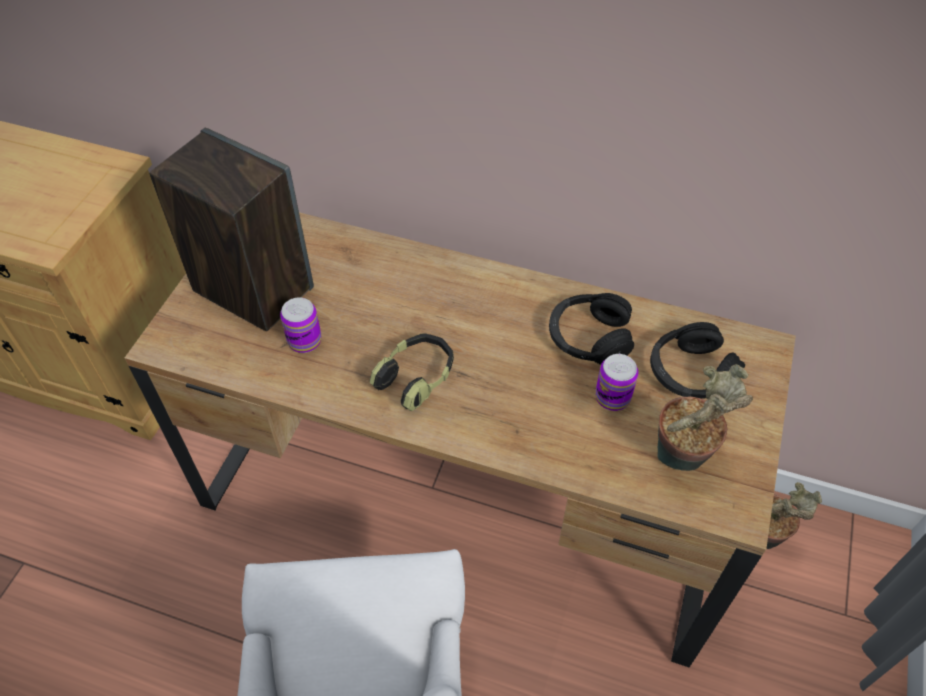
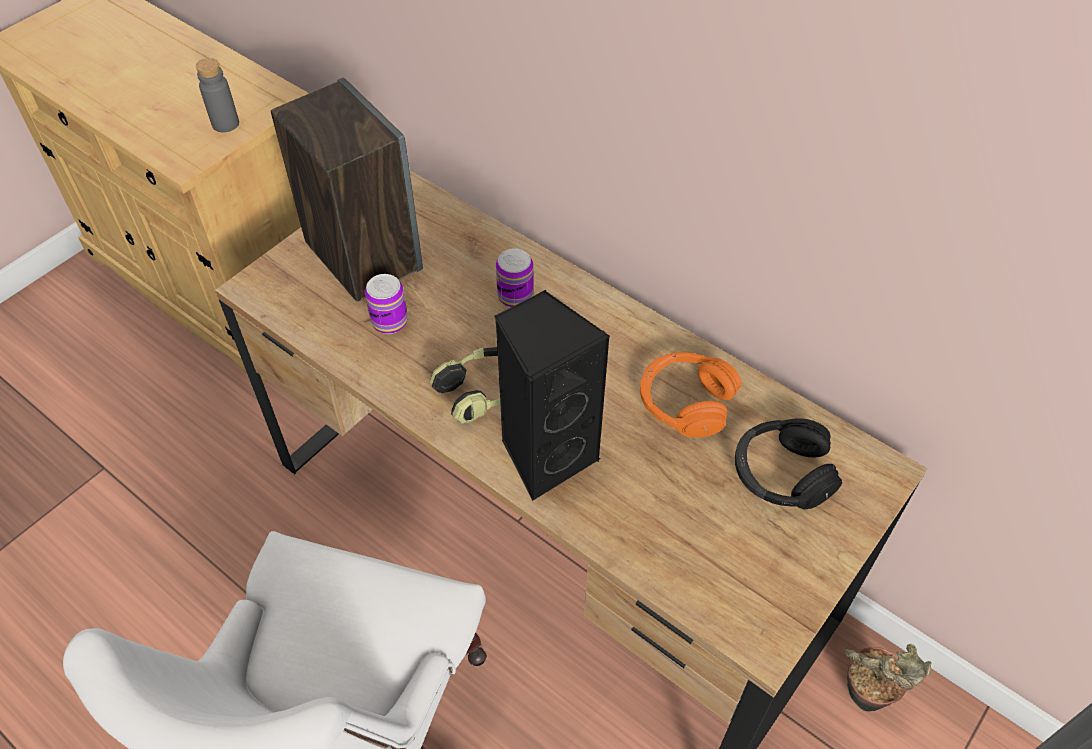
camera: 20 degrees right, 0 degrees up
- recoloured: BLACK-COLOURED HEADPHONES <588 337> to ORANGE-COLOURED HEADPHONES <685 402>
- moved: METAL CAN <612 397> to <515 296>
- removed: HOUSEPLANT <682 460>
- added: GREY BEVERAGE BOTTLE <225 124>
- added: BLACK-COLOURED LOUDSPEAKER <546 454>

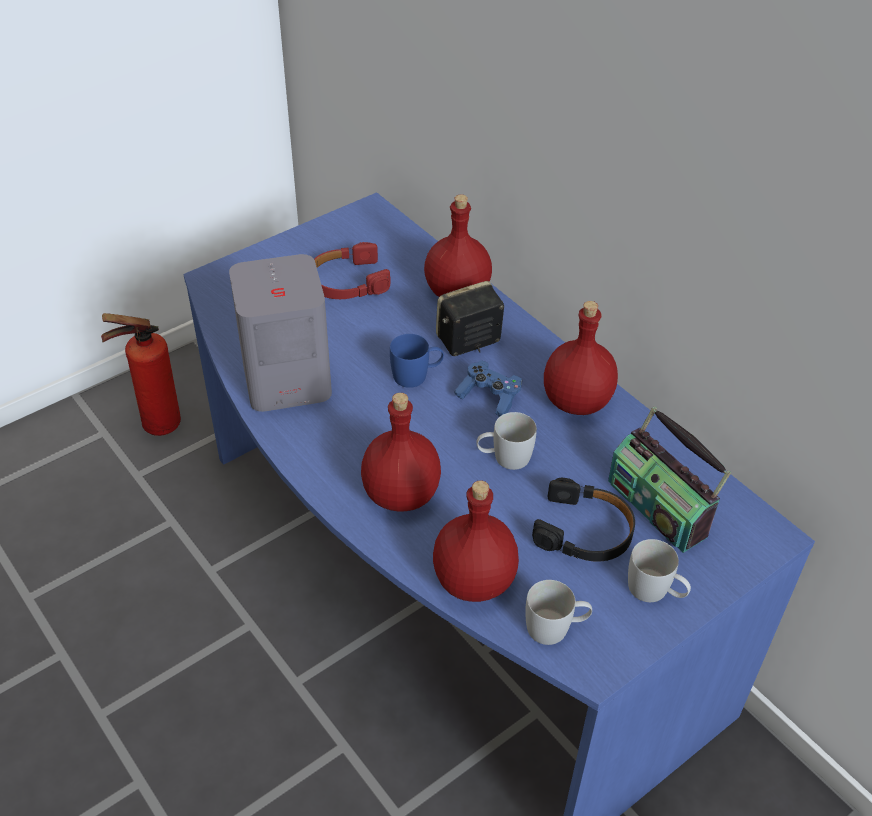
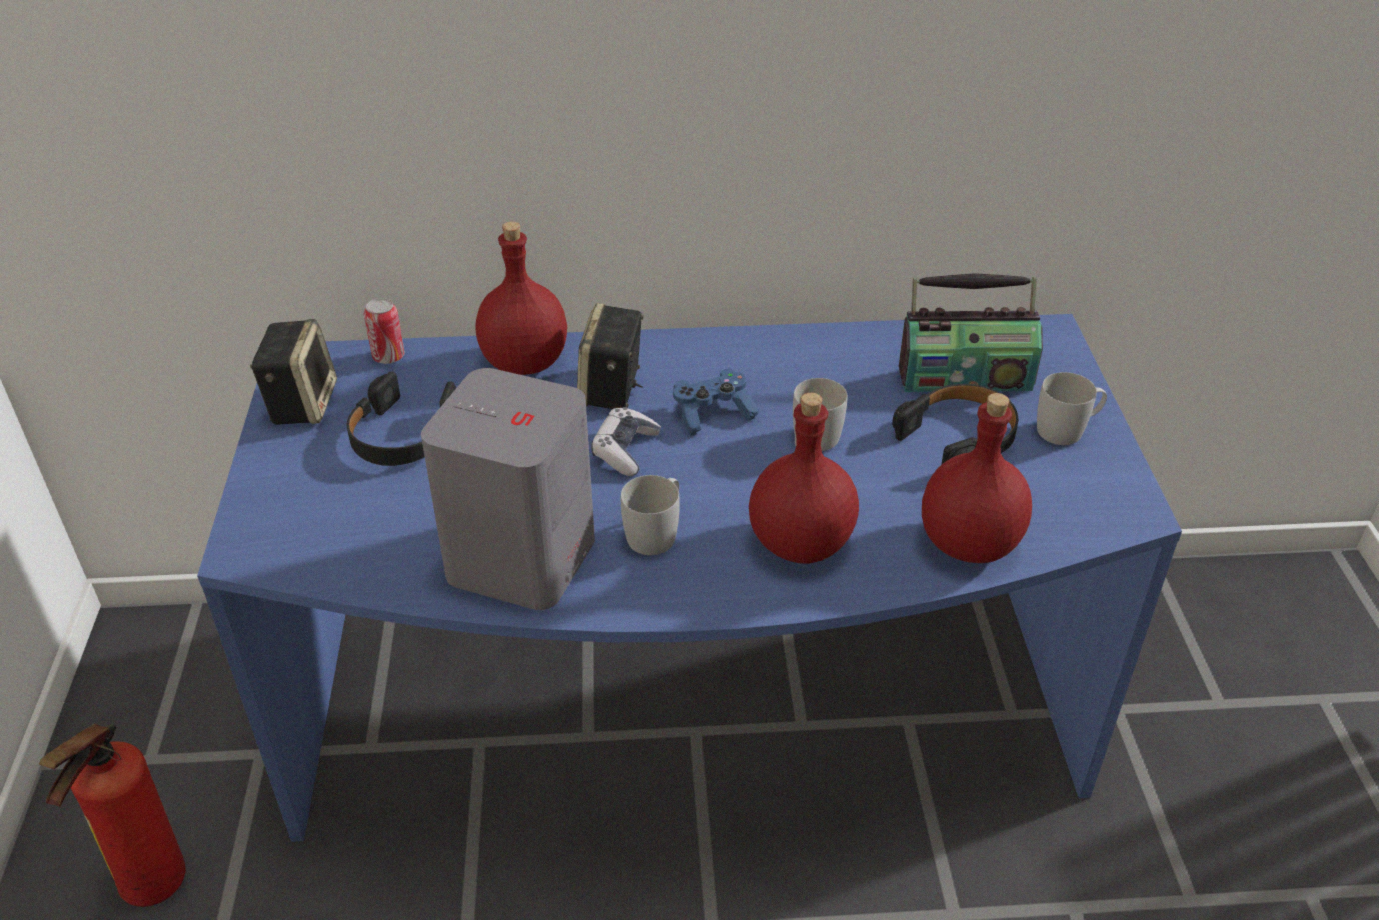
camera: 55 degrees left, 5 degrees down
- recoloured: REDDISH HEADPHONES <347 282> to BLACK-COLOURED HEADPHONES <403 435>
- removed: REDDISH BEVERAGE BOTTLE <575 401>
- replaced: BLUE-COLOURED TEA MUG <417 375> to JOYPAD <625 450>
- moved: WHITE-COLOURED TEA MUG <556 627> to <656 532>
- added: METAL CAN <388 357>
- added: LOUDSPEAKER <302 403>

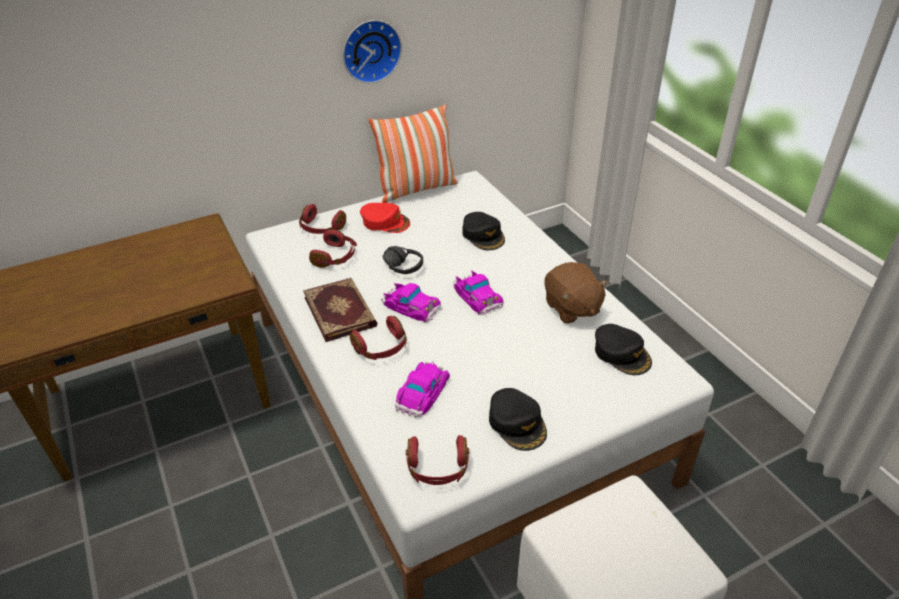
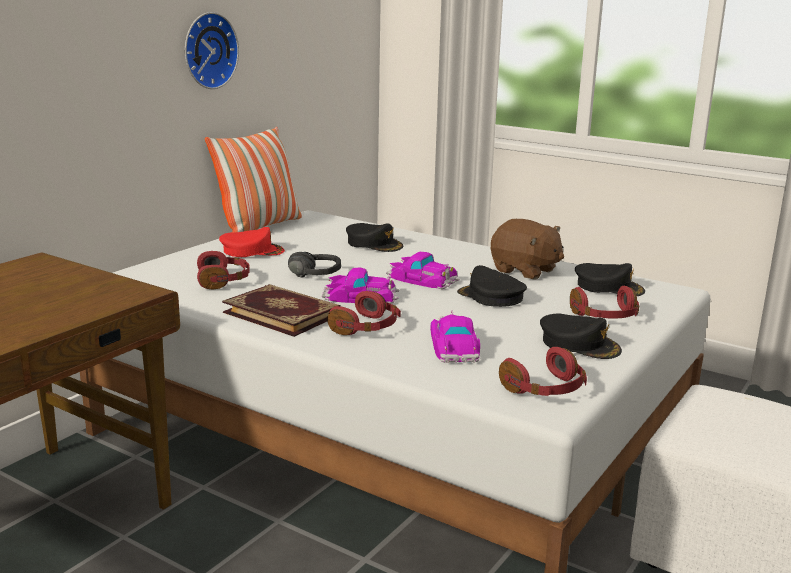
camera: 30 degrees left, 20 degrees down
- moved: REDDISH HEADPHONES <321 228> to <605 317>
- added: BLACK-COLOURED CAP <490 297>

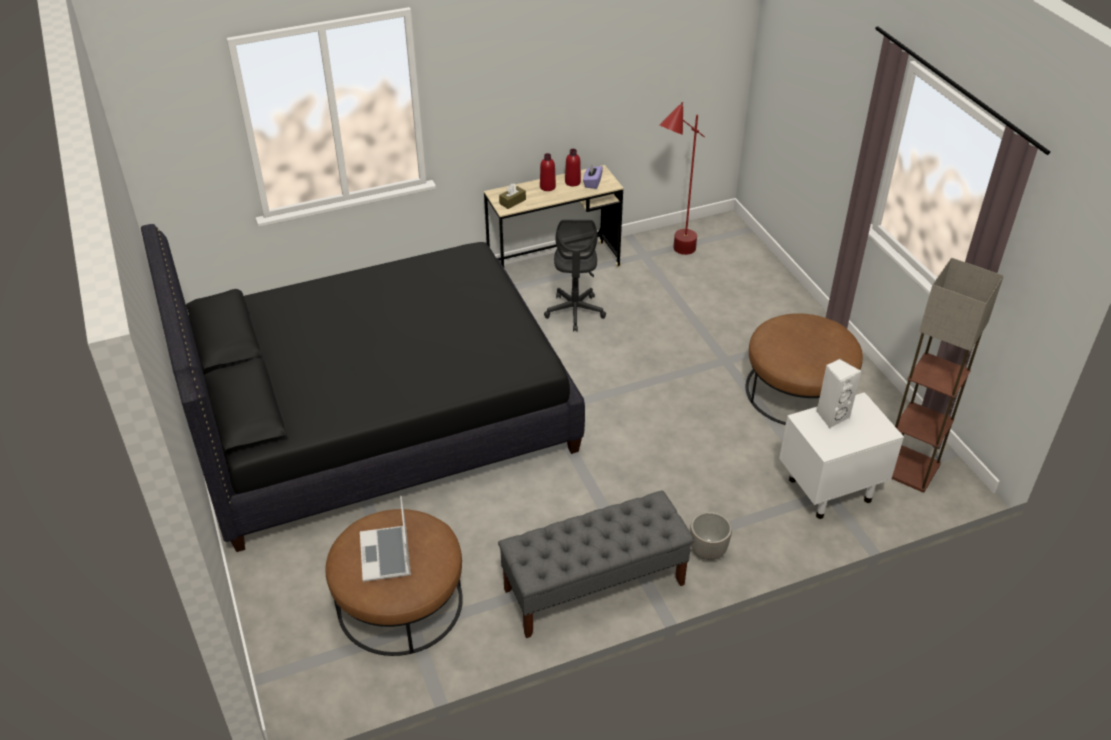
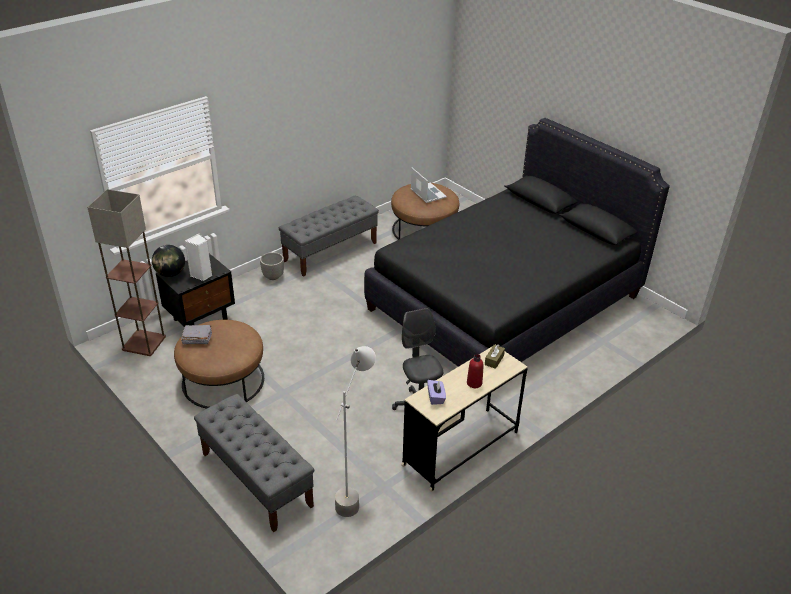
camera: 160 degrees right, 5 degrees down
- recoloured: REDDISH FLOOR LAMP <673 256> to GREY FLOOR LAMP <354 492>
- removed: REDDISH BEVERAGE BOTTLE <572 182>
- recoloured: WHITE-COLOURED BEDSIDE TABLE <828 490> to BLACK-COLOURED BEDSIDE TABLE <201 320>
- added: WORLD GLOBE <170 274>
- added: GREY BOUND BOOK <197 339>
- added: GREY BENCH <256 479>

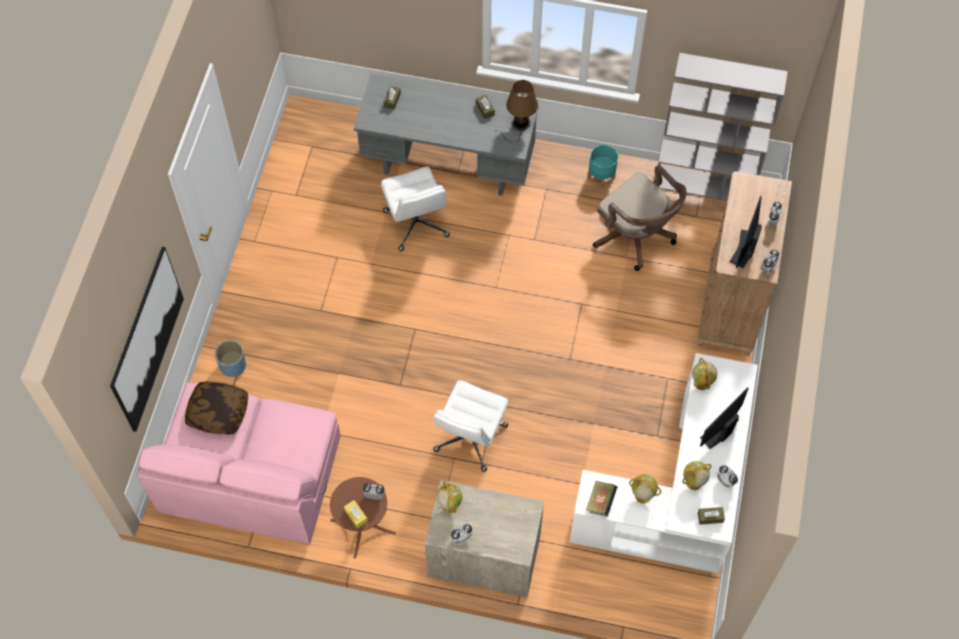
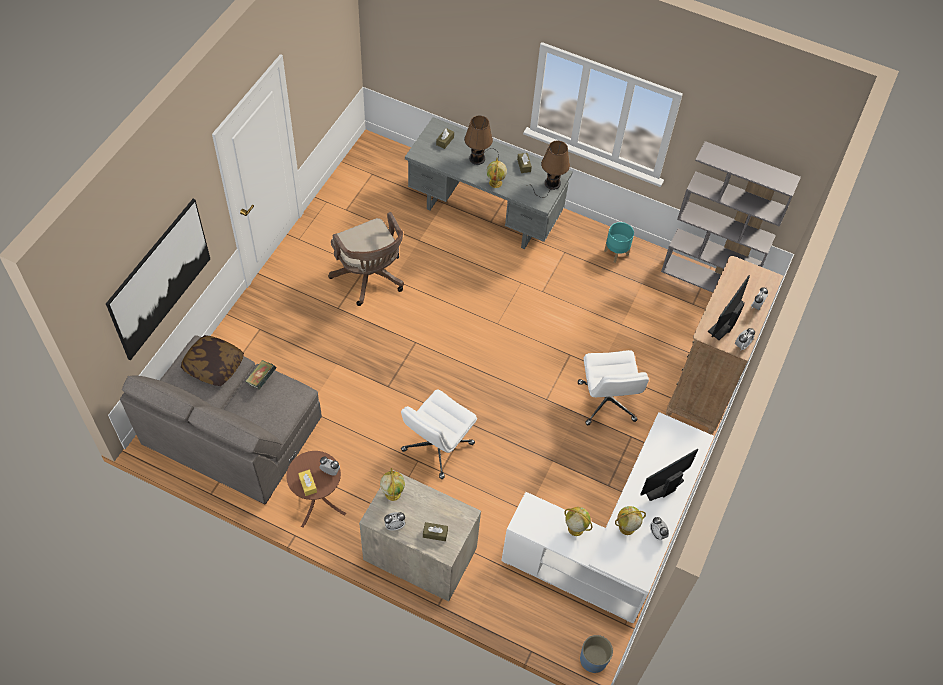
camera: 10 degrees right, 5 degrees down
- moved: BROWN DESK CHAIR <636 237> to <370 278>
- moved: WHITE-COLOURED DESK CHAIR <416 224> to <607 402>
- moved: BLUE-COLOURED FLOWER POT <233 366> to <593 660>
- moved: WORLD GLOBE <701 383> to <495 183>
- recoloured: PINK COUCH <252 476> to GREY COUCH <233 433>
- moved: BOUND BOOK <600 502> to <261 379>
- moved: BROWN BOX OF TISSUES <710 517> to <435 533>
- added: BROWN TABLE LAMP <479 158>

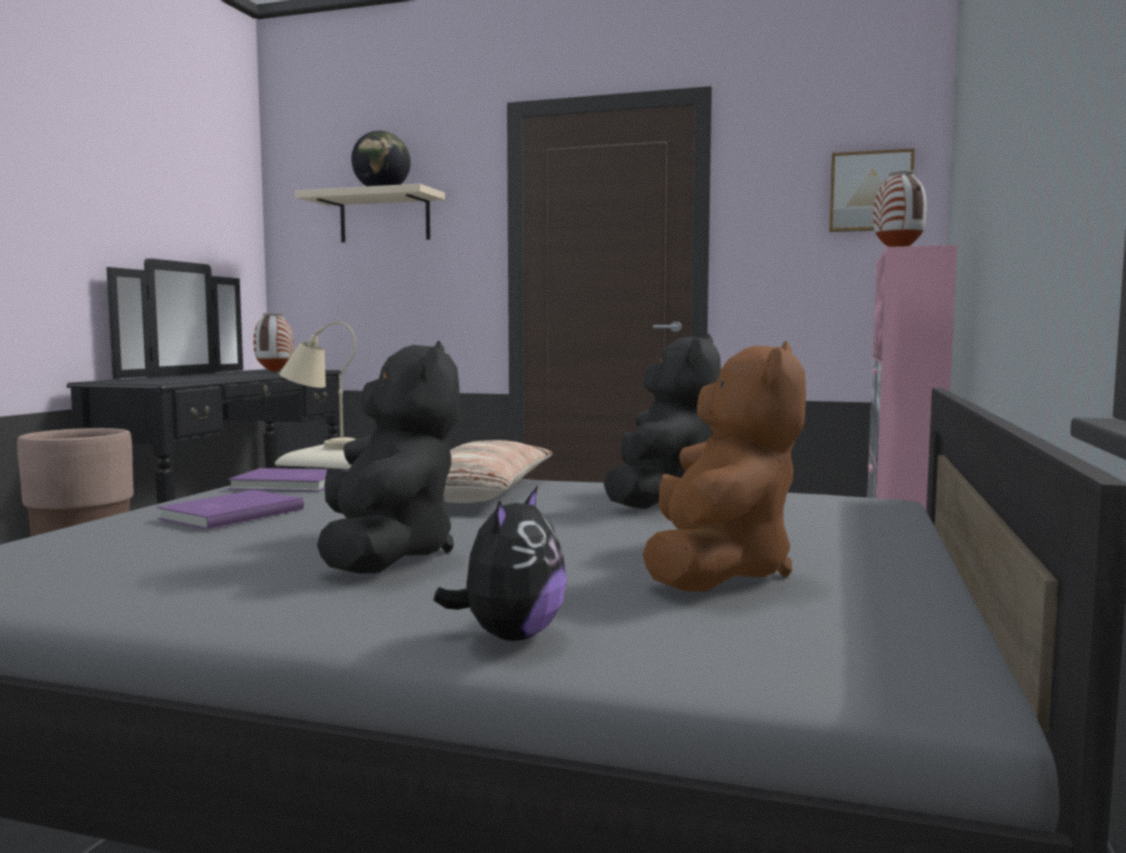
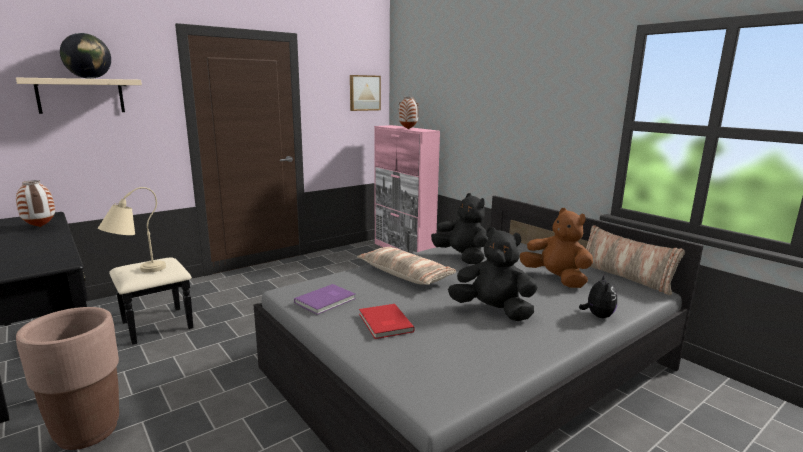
camera: 55 degrees left, 10 degrees up
- turned: CUDDLY TOY <509 636> = <597 316> 45 degrees clockwise
- recoloured: PURPLE-COLOURED BOUND BOOK <228 514> to REDDISH BOUND BOOK <384 323>
- added: PILLOW <624 276>

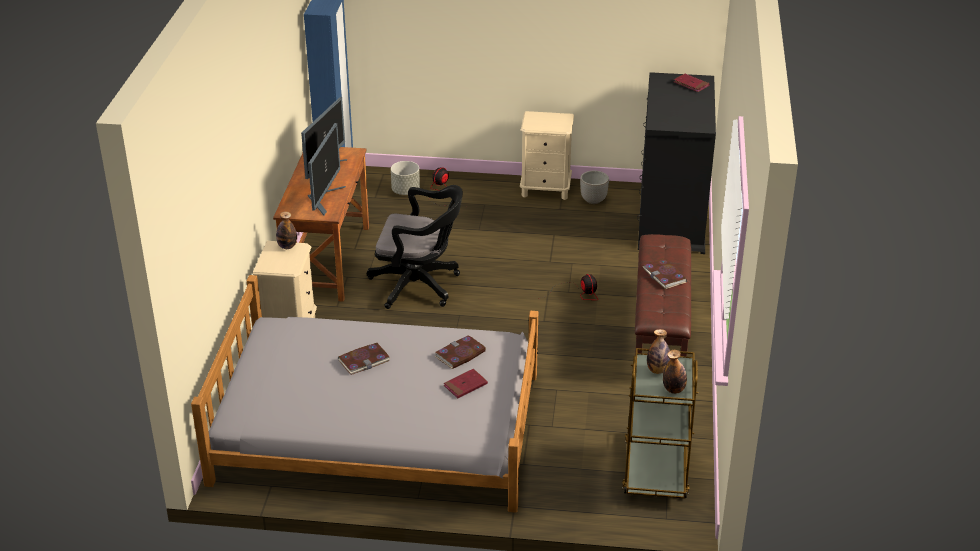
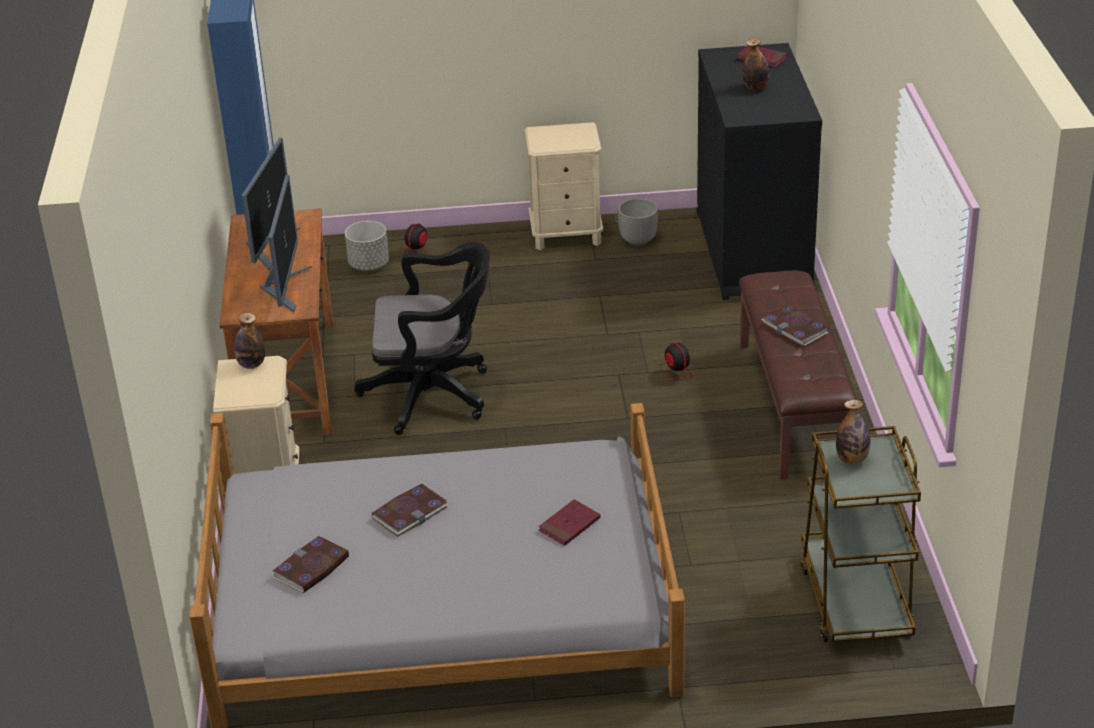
camera: 10 degrees left, 0 degrees up
- moved: BOUND BOOK <460 354> to <311 568>
- moved: BEVERAGE BOTTLE <674 389> to <755 88>

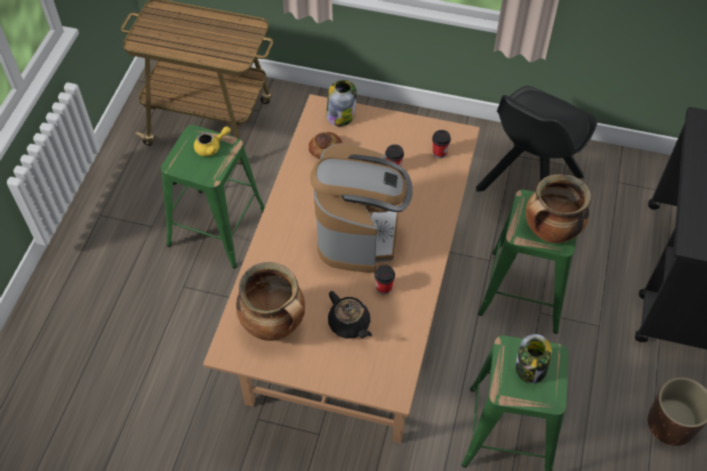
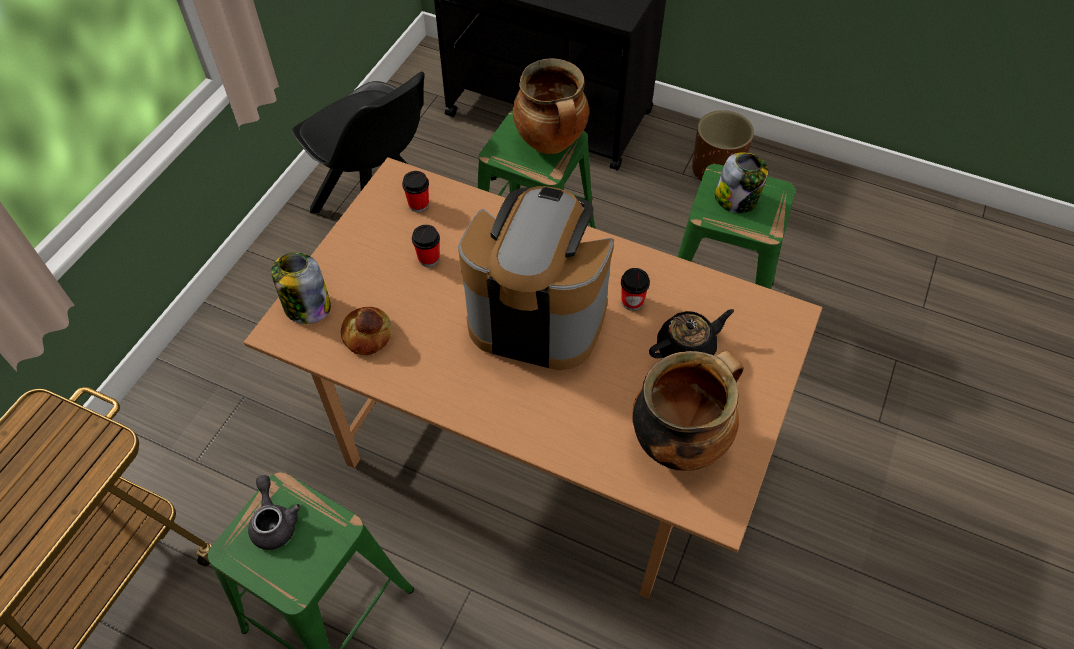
camera: 80 degrees left, 0 degrees up
- recoloured: YELLOWISH TEAPOT <211 147> to GREY TEAPOT <274 522>

